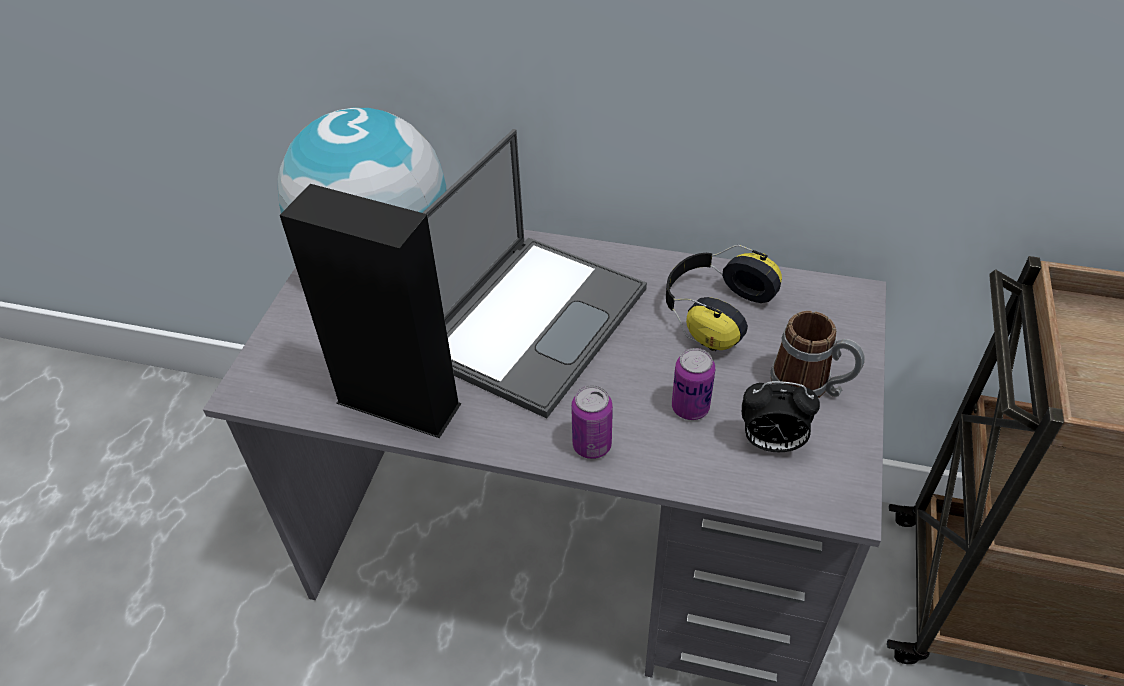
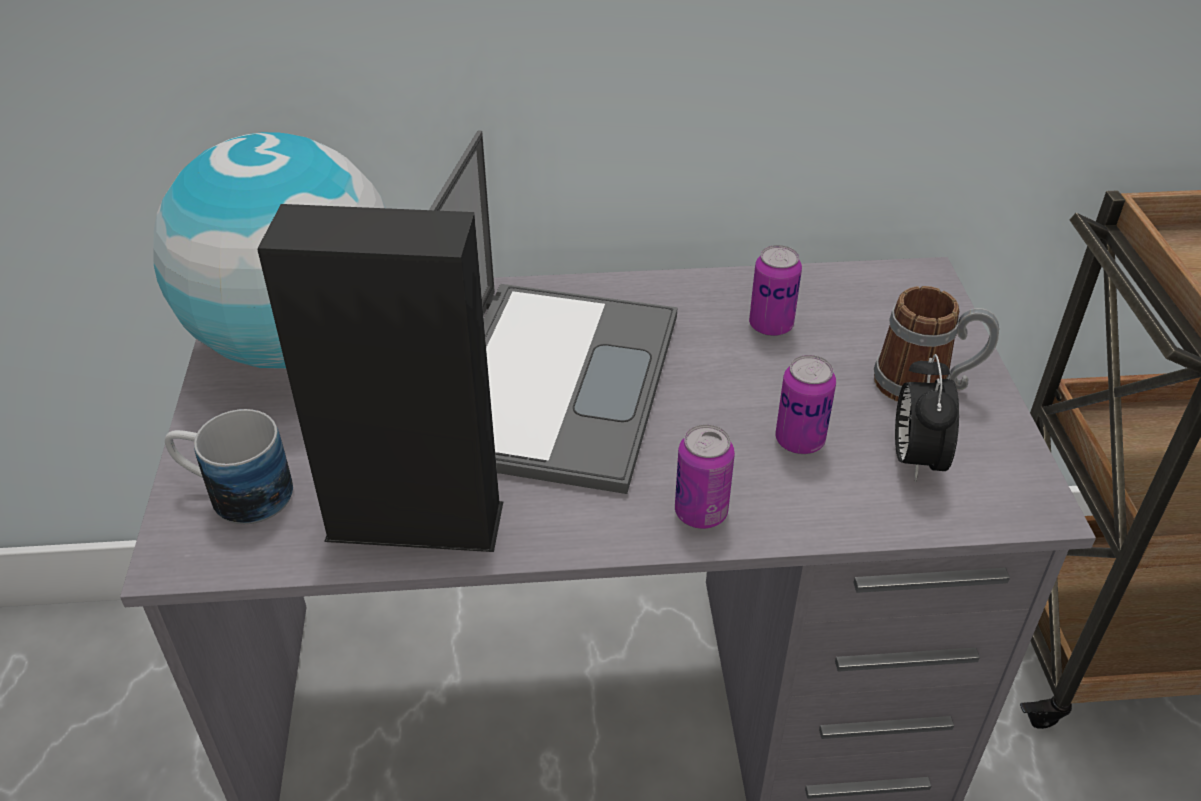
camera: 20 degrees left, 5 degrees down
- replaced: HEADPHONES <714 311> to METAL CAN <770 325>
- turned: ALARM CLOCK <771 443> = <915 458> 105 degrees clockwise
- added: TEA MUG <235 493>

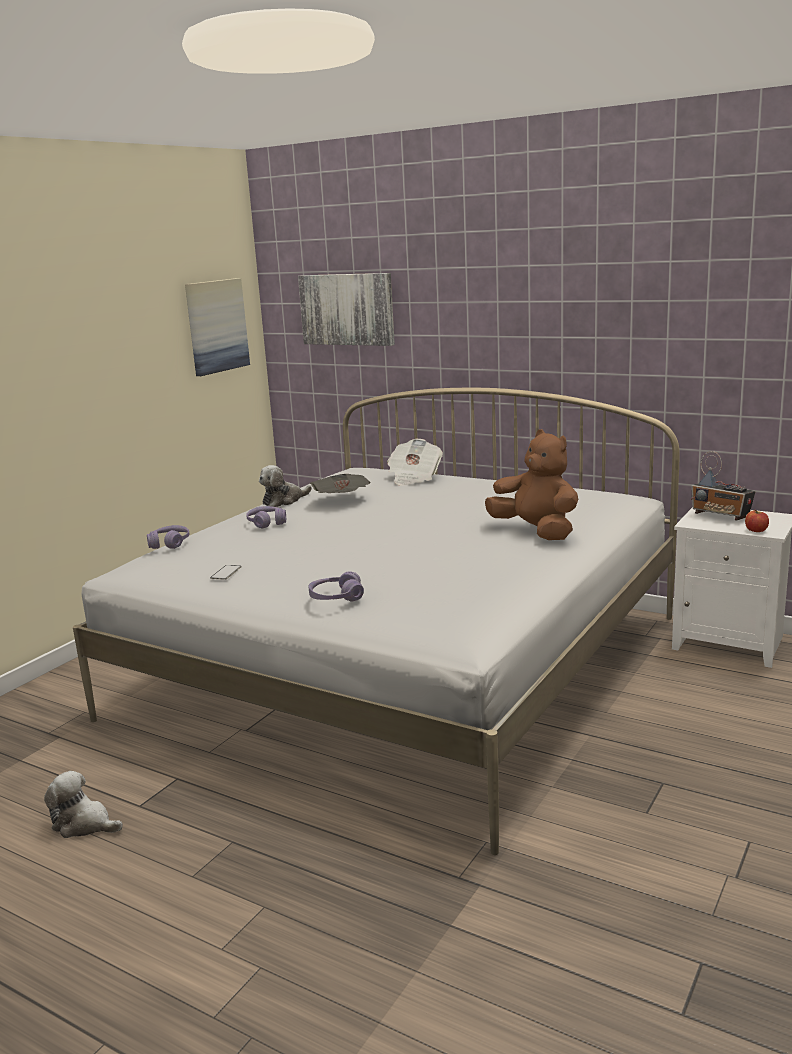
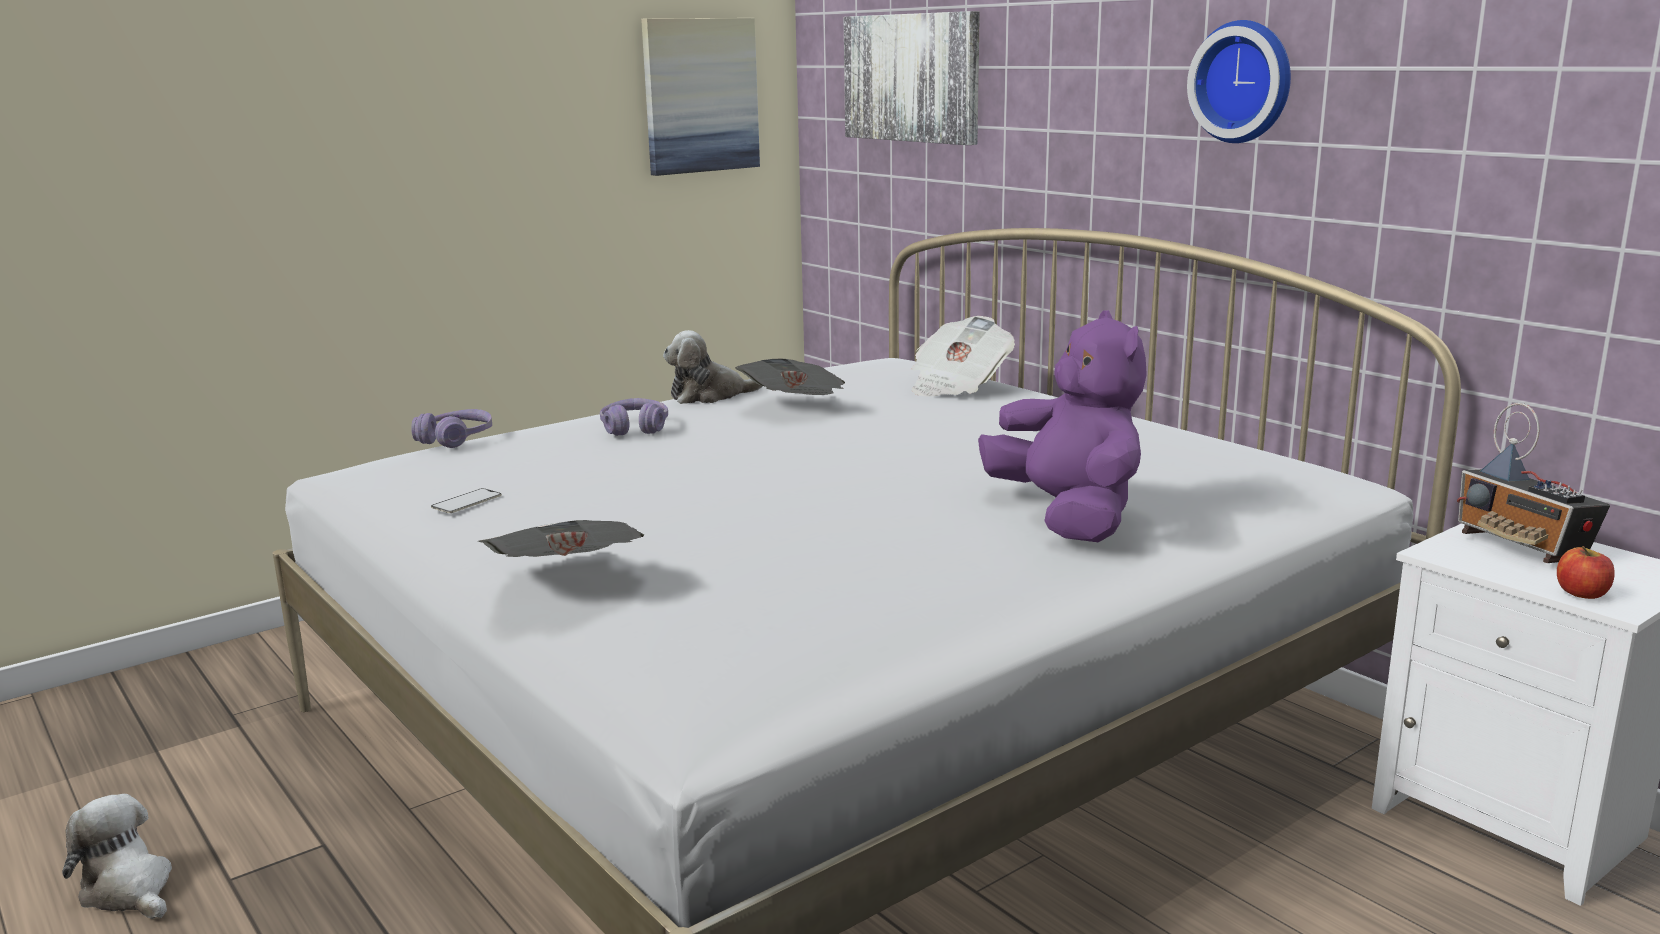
camera: 20 degrees right, 0 degrees up
- recoloured: BROWN CUDDLY TOY <536 532> to PURPLE-COLOURED CUDDLY TOY <1068 517>
- replaced: PURPLE-COLOURED HEADPHONES <336 598> to DAILY PAPER <568 581>
- added: HANGING CLOCK <1244 82>

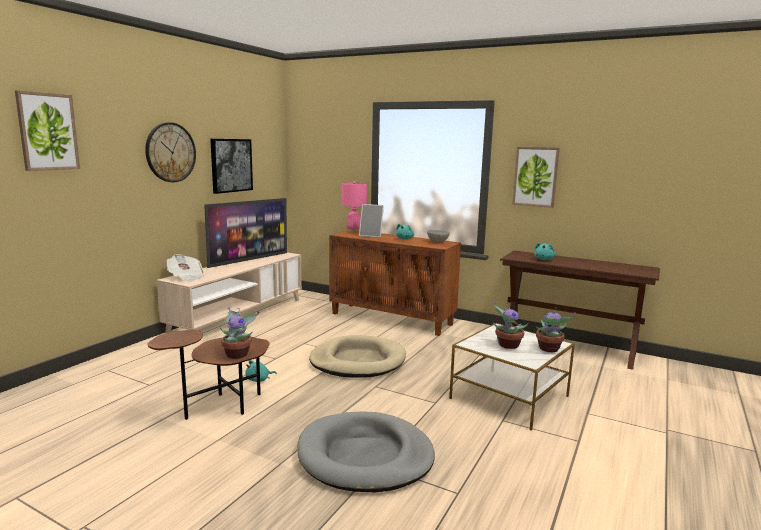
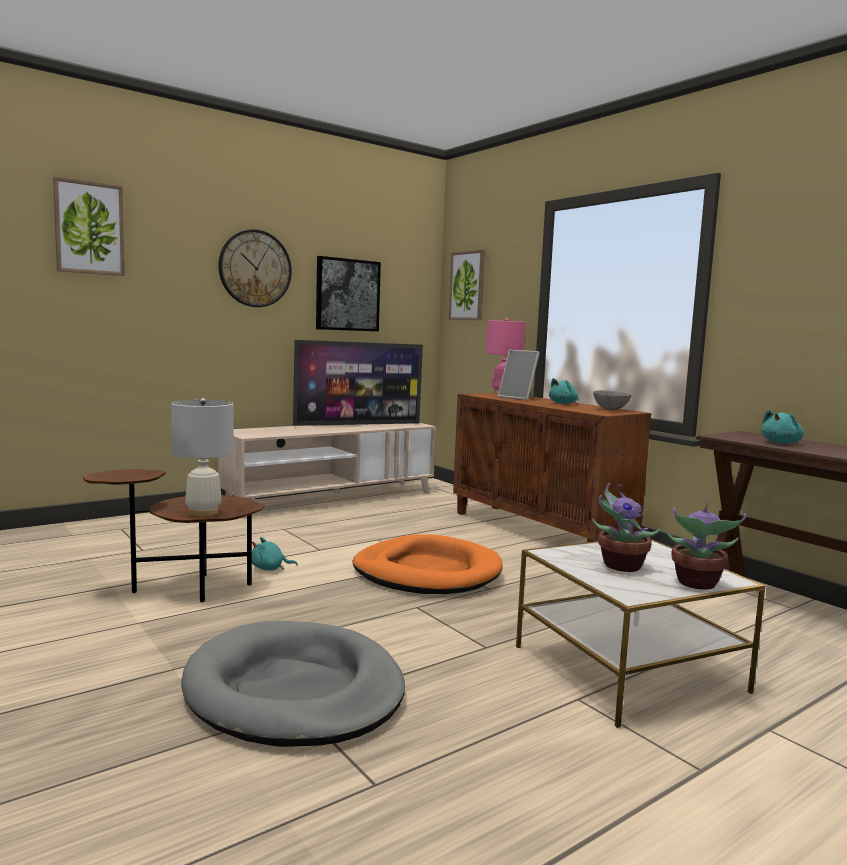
camera: 25 degrees right, 5 degrees down
- moved: PICTURE <535 176> to <467 286>
- removed: DAILY PAPER <186 278>
- replaced: HOUSEPLANT <238 354> to WHITE-COLOURED TABLE LAMP <204 512>
- recoloured: BEIGE-COLOURED DOG CUSHION <357 361> to ORANGE-COLOURED DOG CUSHION <427 572>

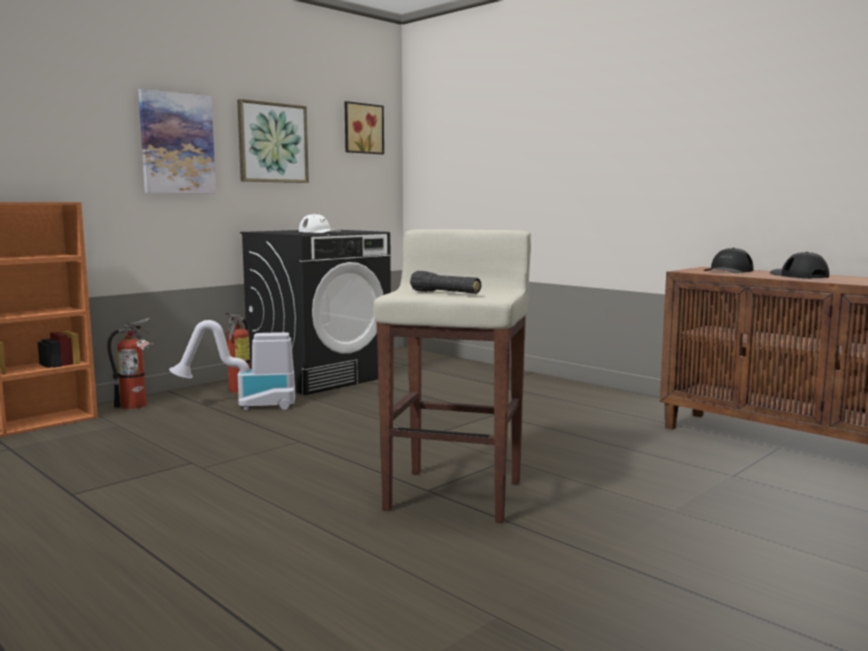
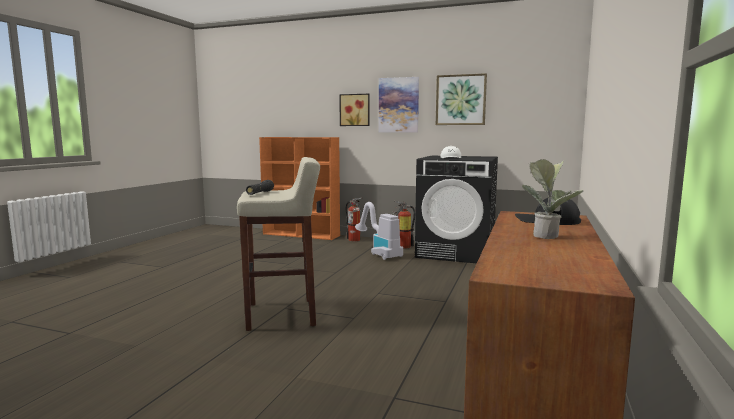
camera: 65 degrees right, 0 degrees up
- moved: PICTURE <362 128> to <355 110>
- replaced: BLACK-COLOURED CAP <798 275> to HOUSEPLANT <548 235>

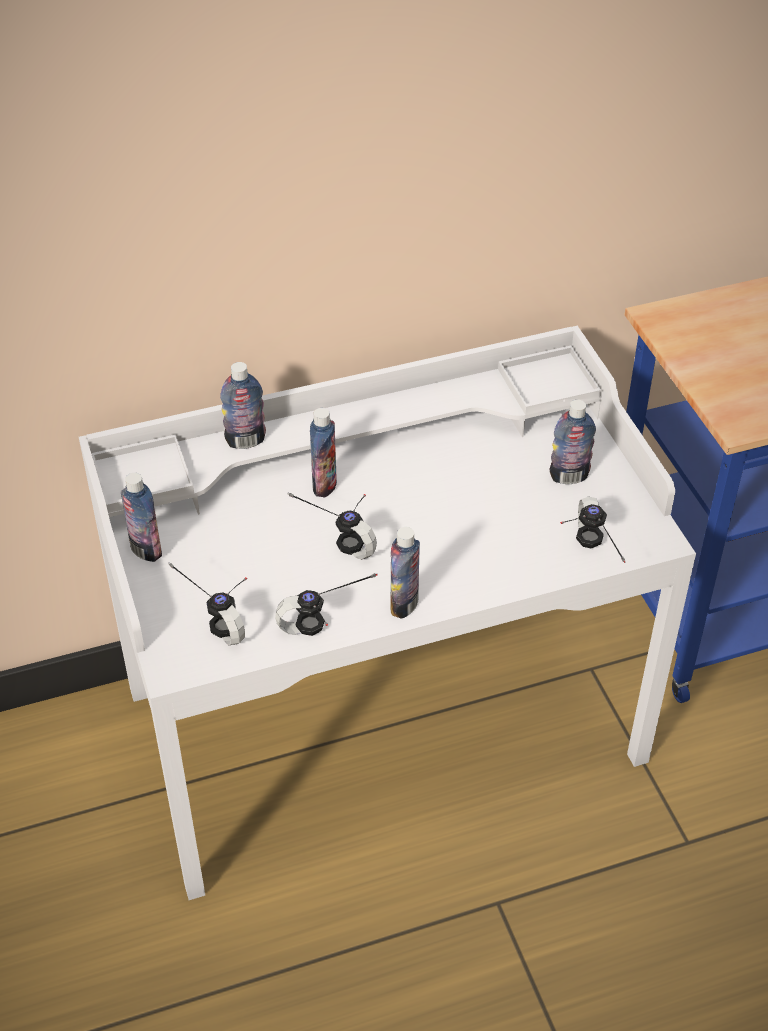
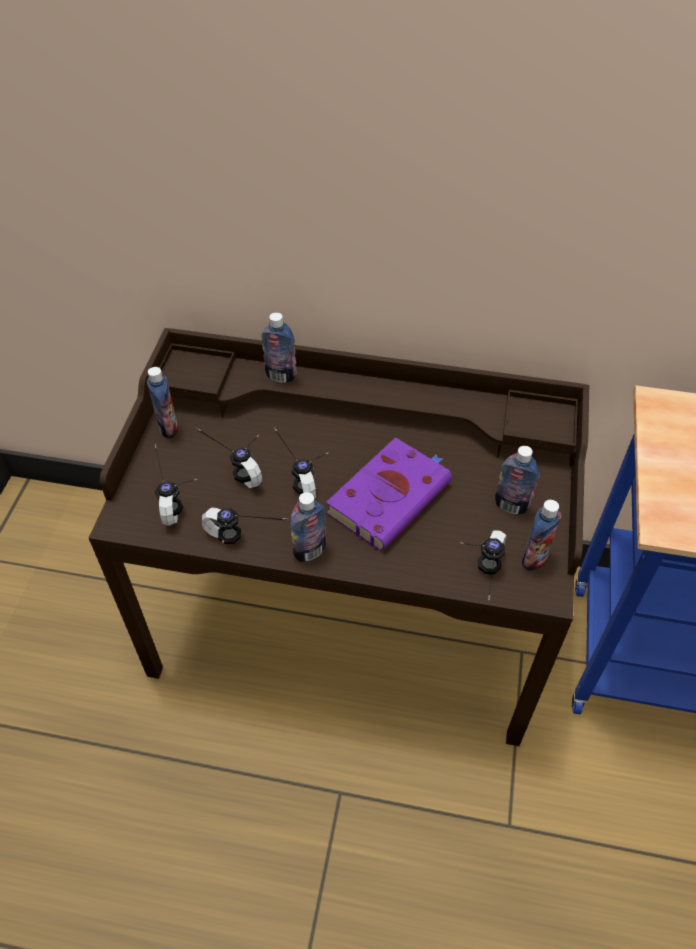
camera: 30 degrees right, 5 degrees up
- recoloured: WHITE-COLOURED DESK UNIT <382 722> to BROWN DESK UNIT <348 617>
- moved: BEVERAGE BOTTLE <324 485> to <534 559>
- added: HEADPHONES <241 465>
- added: PURPLE-COLOURED BOUND BOOK <390 495>

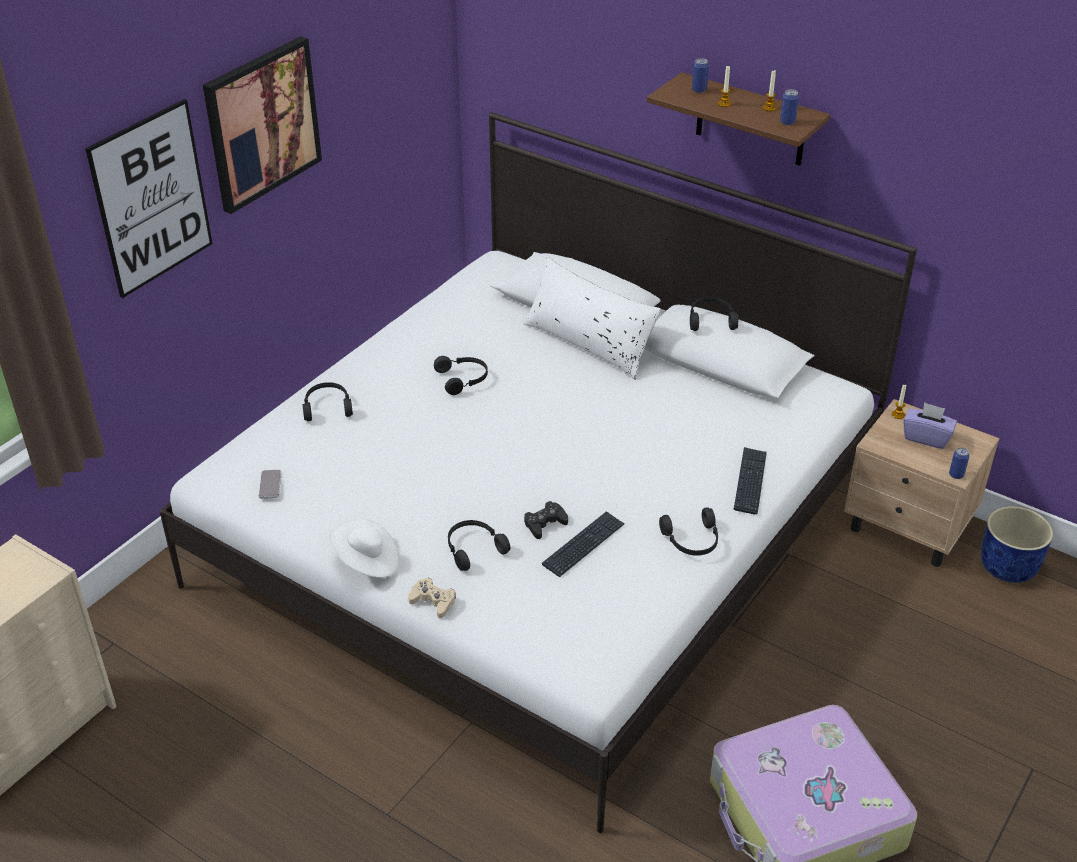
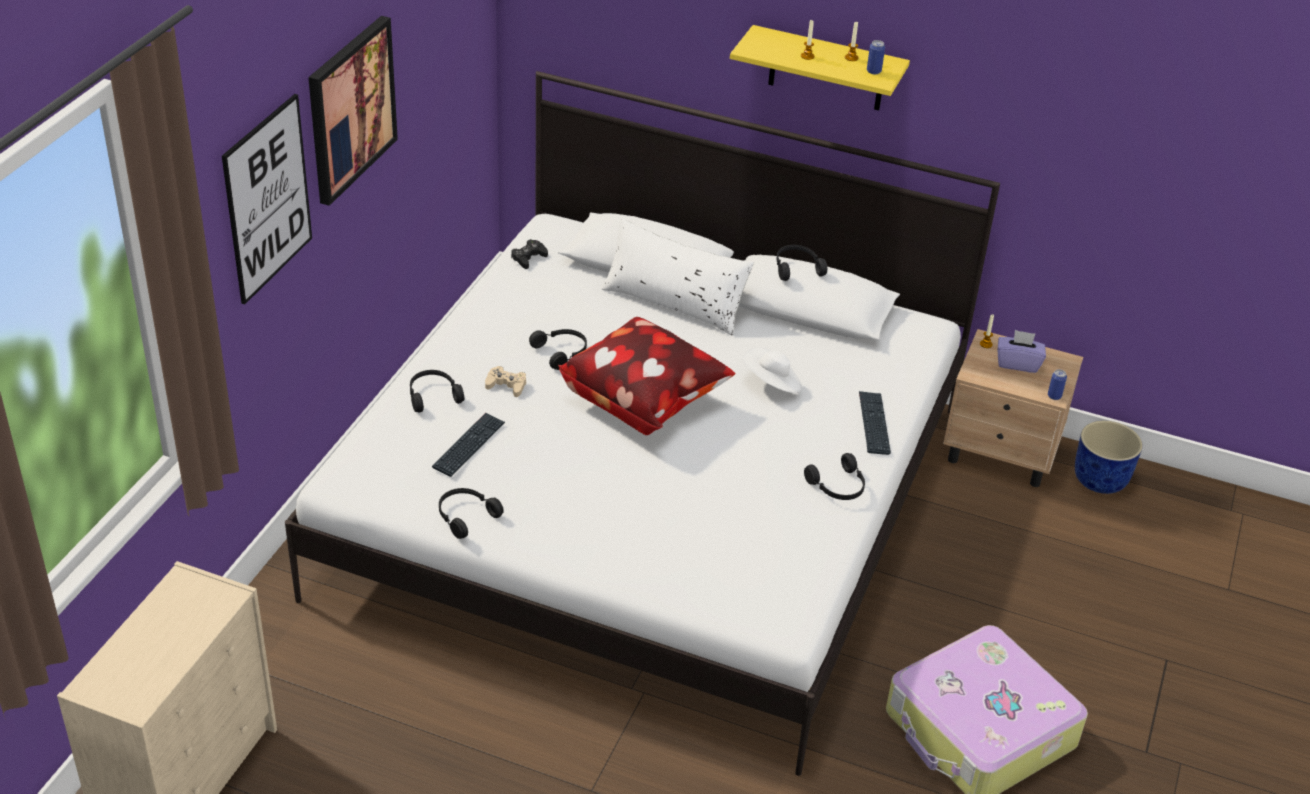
camera: 15 degrees left, 0 degrees up
- removed: METAL CAN <699 90>
- recoloured: BROWN SHELF <751 121> to YELLOWISH SHELF <827 69>
- removed: PHONE <270 485>
- moved: BLACK-COLOURED JOYPAD <545 524> to <528 258>
- moved: KEYBOARD <584 545> to <469 446>
- moved: WHITE-COLOURED WEARABLE HAT <367 562> to <772 384>
- moved: BLACK-COLOURED HEADPHONES <473 549> to <465 516>
- moved: BEIGE-COLOURED JOYPAD <433 601> to <506 385>
- added: PILLOW <643 401>

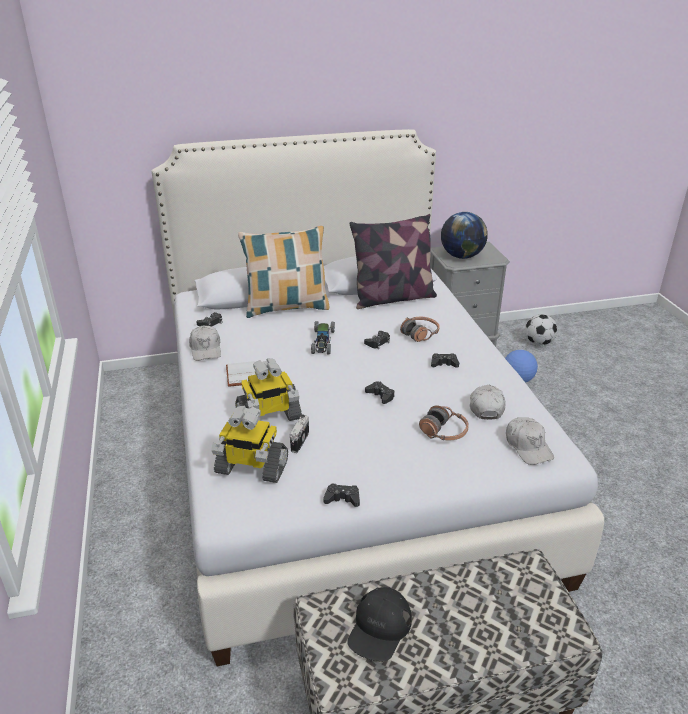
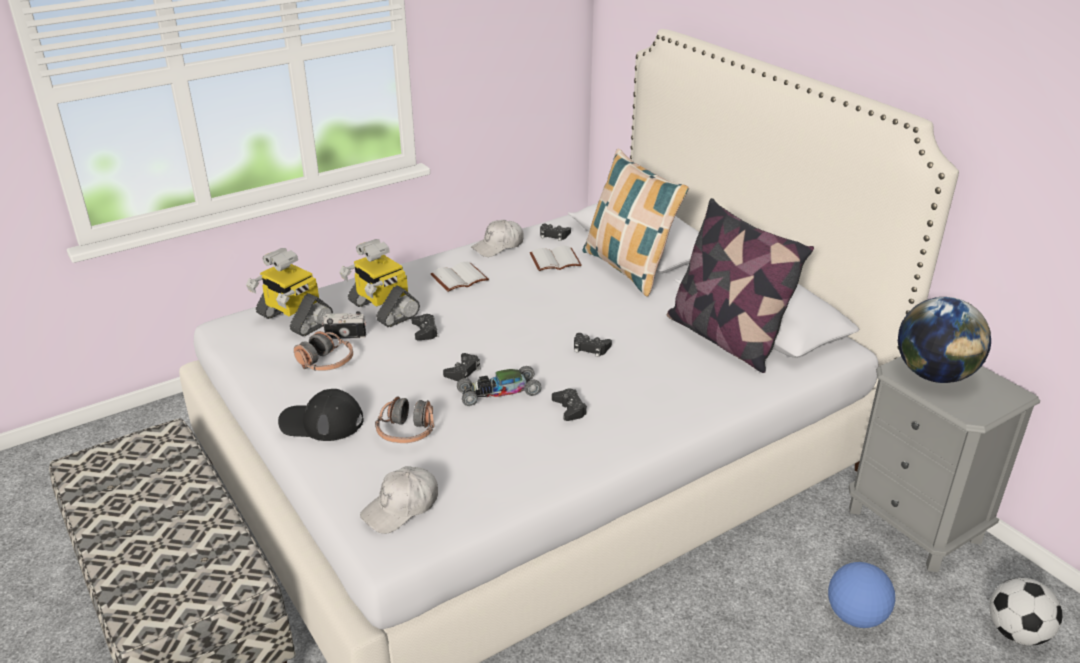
camera: 70 degrees right, 0 degrees up
- moved: HEADPHONES <420 334> to <326 363>
- moved: MINIATURE CAR <322 342> to <499 392>
- removed: WHITE-COLOURED CAP <486 406>
- turned: ROBOT FIGURE <251 468> = <293 319> 45 degrees counterclockwise
- moved: BLACK-COLOURED JOYPAD <342 499> to <425 331>
- moved: BLACK-COLOURED CAP <379 628> to <321 422>
- added: WHITE-COLOURED BOUND BOOK <555 260>

